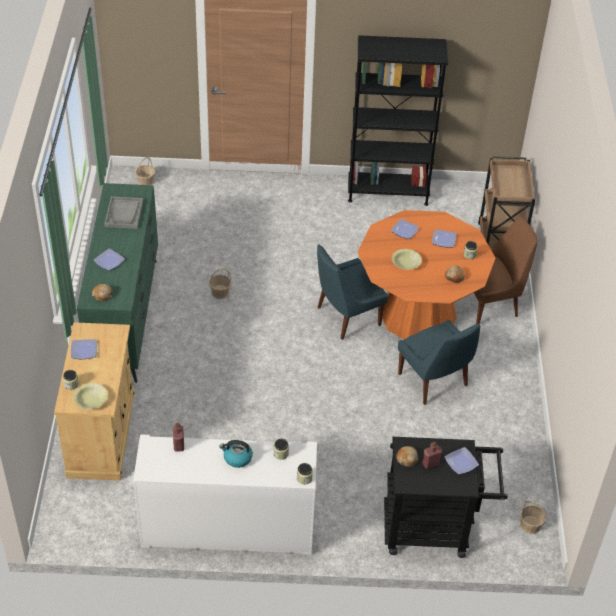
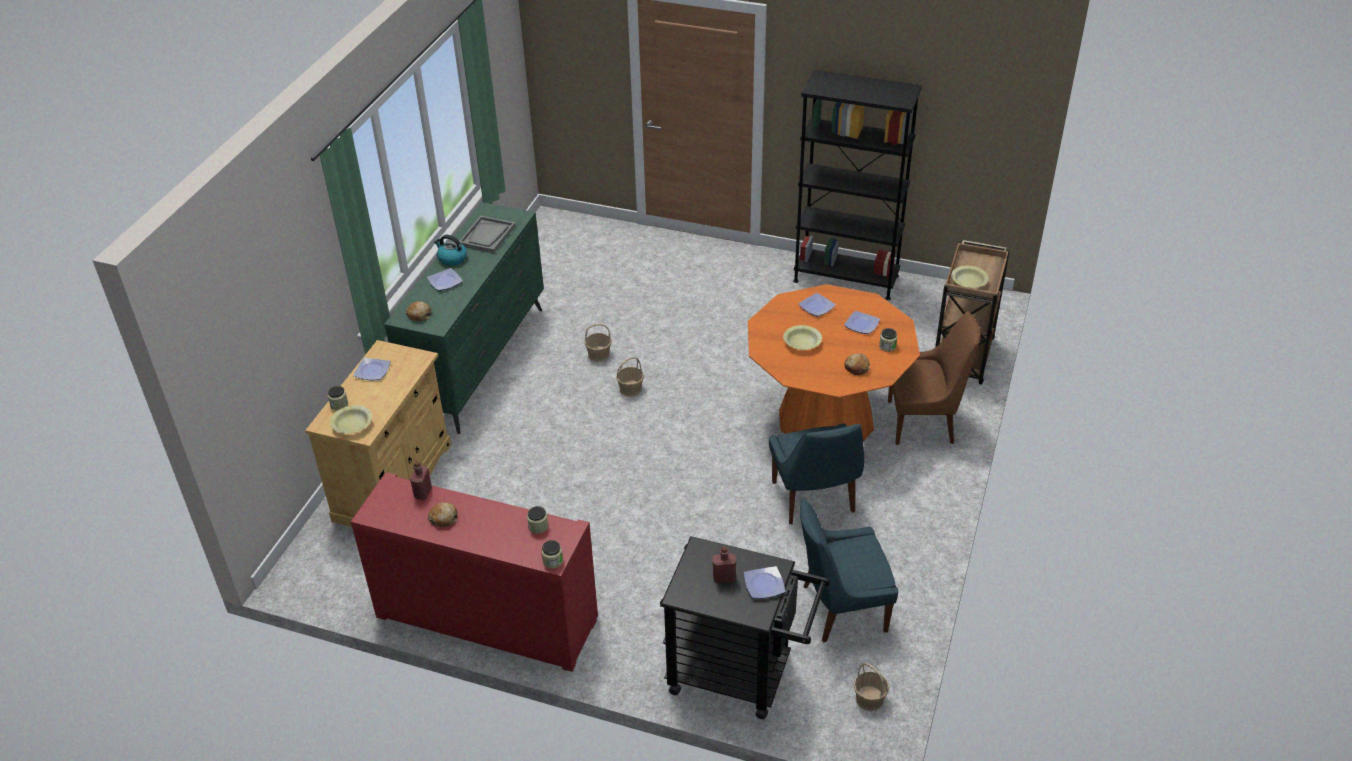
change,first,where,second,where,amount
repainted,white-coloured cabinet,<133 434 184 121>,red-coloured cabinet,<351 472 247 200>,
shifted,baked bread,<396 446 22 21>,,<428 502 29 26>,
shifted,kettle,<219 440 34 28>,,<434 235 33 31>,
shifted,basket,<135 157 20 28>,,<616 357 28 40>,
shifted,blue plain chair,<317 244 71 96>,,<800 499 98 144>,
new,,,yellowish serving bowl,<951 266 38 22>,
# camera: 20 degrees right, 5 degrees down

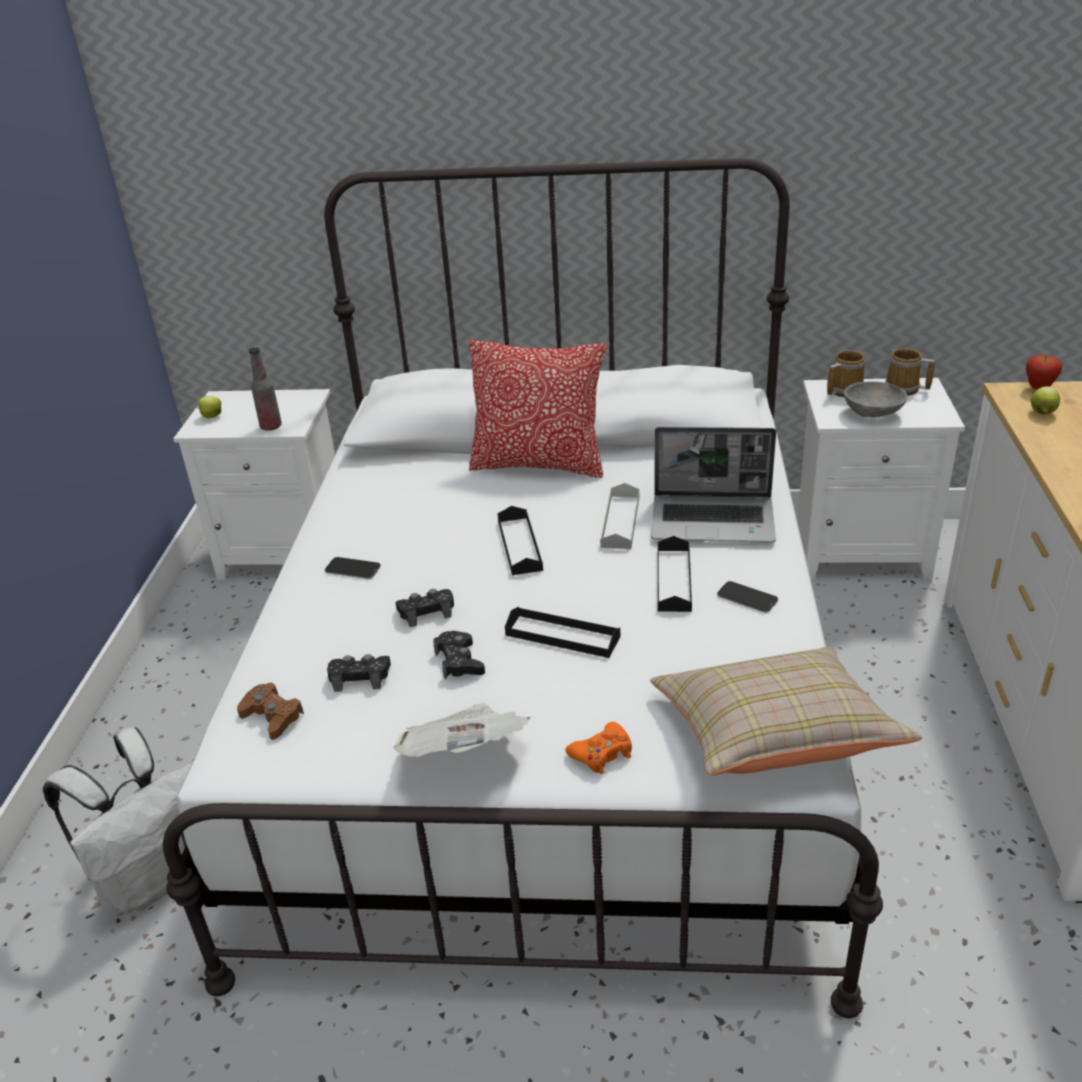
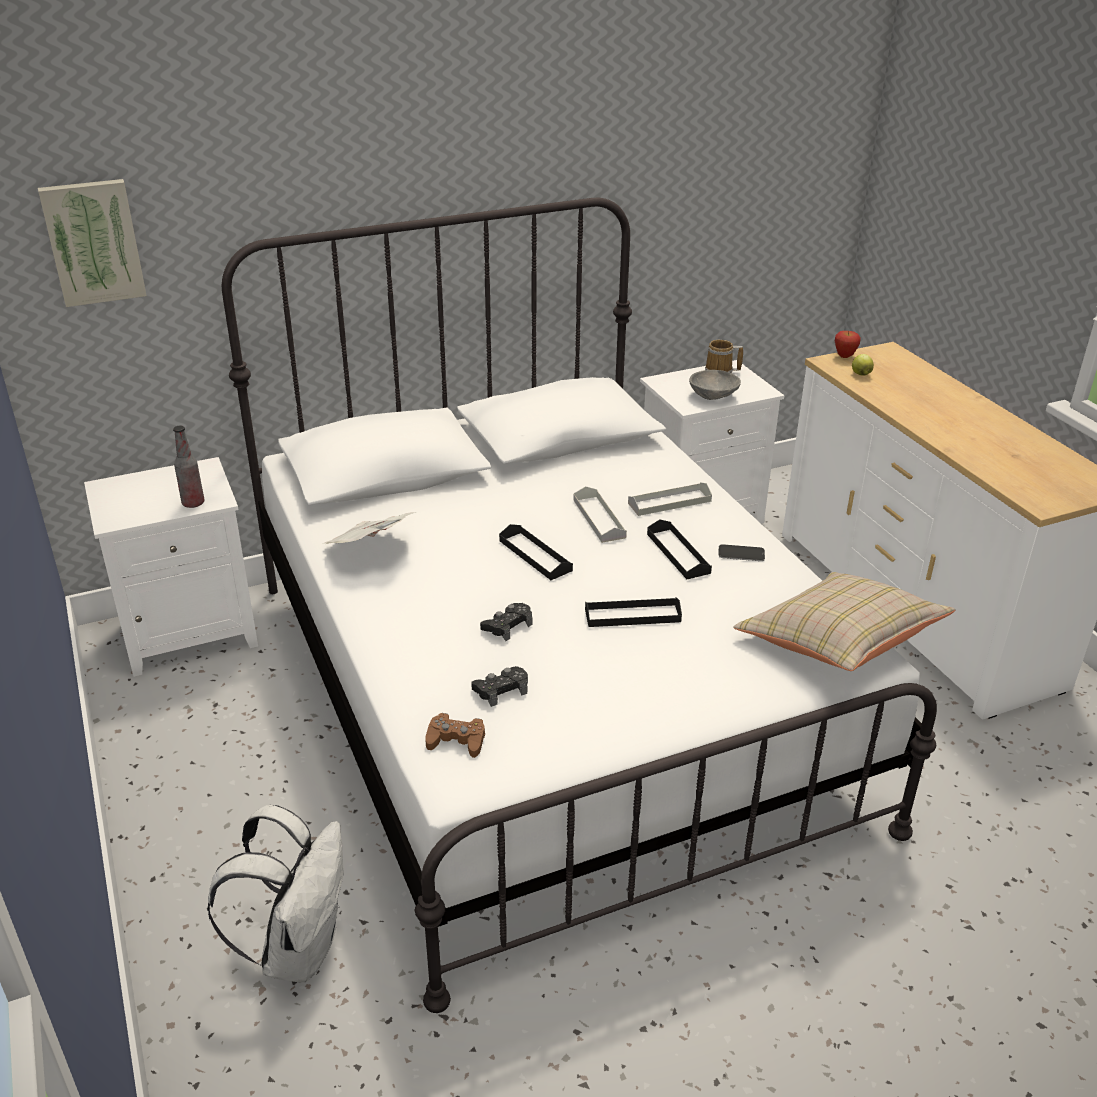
change,first,where,second,where,amount
new,,,wall art,<38 179 109 128>,
shifted,daily paper,<393 704 138 53>,,<325 512 91 32>,
swapped,portable computer,<651 427 125 116>,grey serving tray,<628 482 84 34>,
gone,whole apple,<197 396 24 22>,,,
gone,handset,<325 557 56 22>,,,
gone,black-coloured game controller,<433 631 52 49>,,,
gone,throw pillow,<469 340 138 138>,,,
gone,orange game controller,<565 722 67 52>,,,
gone,tea mug,<827 350 38 47>,,,
# camera: 30 degrees left, 0 degrees up

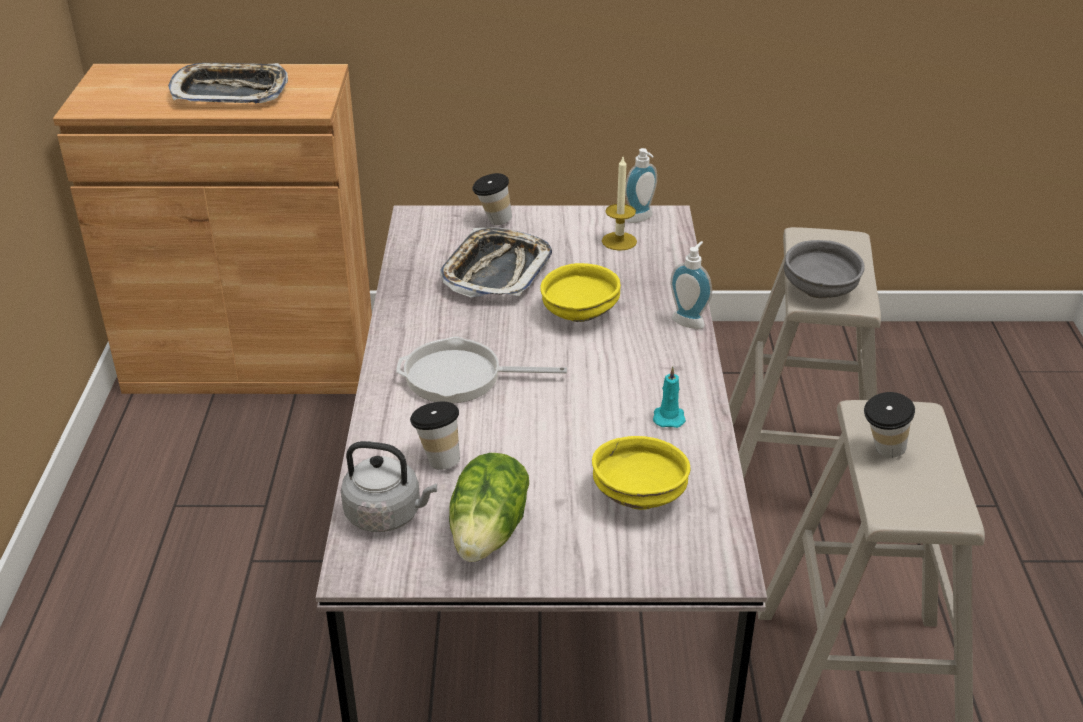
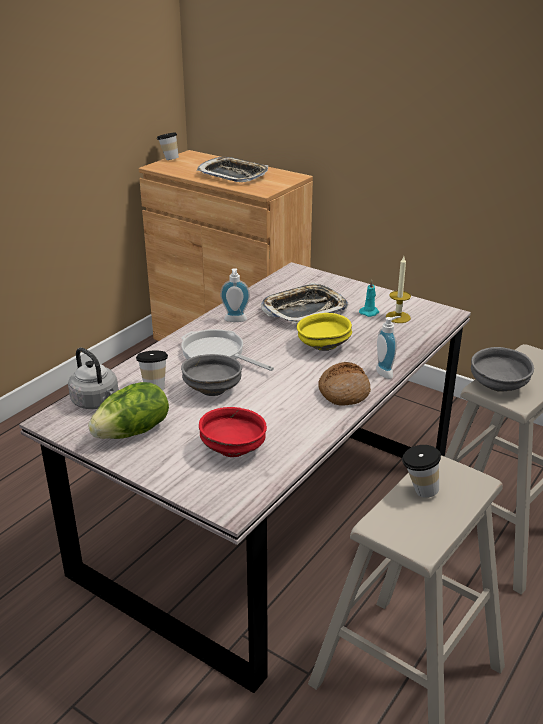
change,first,where,second,where,amount
shifted,drinking cup,<472 173 40 52>,,<157 132 22 28>,
new,,,grey serving bowl,<181 354 61 42>,
repainted,yellowish serving bowl,<592 436 98 74>,red-coloured serving bowl,<199 407 68 50>,
shifted,soap bottle,<625 148 32 75>,,<220 268 30 54>,
new,,,baked bread,<318 362 53 44>,
shifted,turquoise-coloured wax light,<653 367 33 61>,,<359 280 20 37>,
# camera: 35 degrees right, 5 degrees down

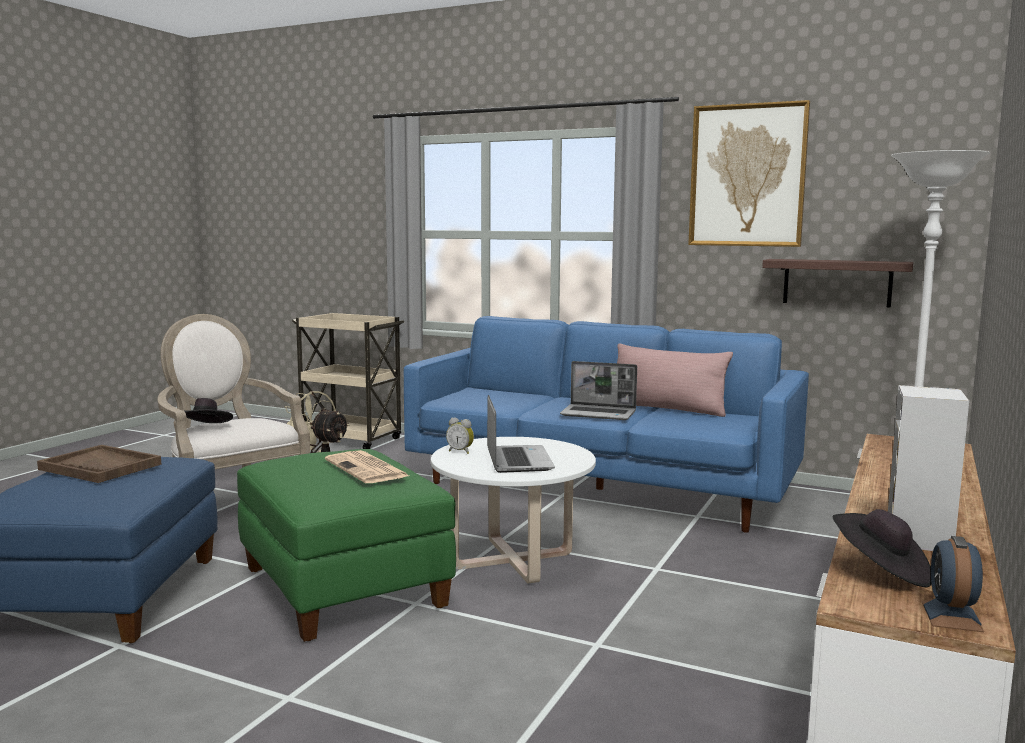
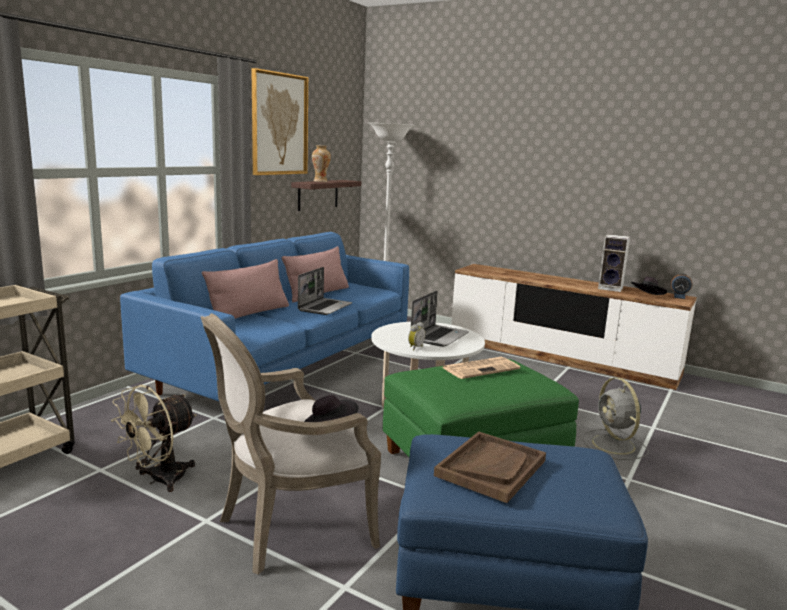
change,first,where,second,where,amount
new,,,pinkish throw pillow,<202 259 87 60>,
new,,,flower vase,<312 145 19 37>,
rotated,portable computer,<487 395 68 78>,,<411 291 58 56>,120 degrees clockwise
new,,,grey cooling fan,<582 378 66 82>,
# camera: 85 degrees left, 5 degrees up

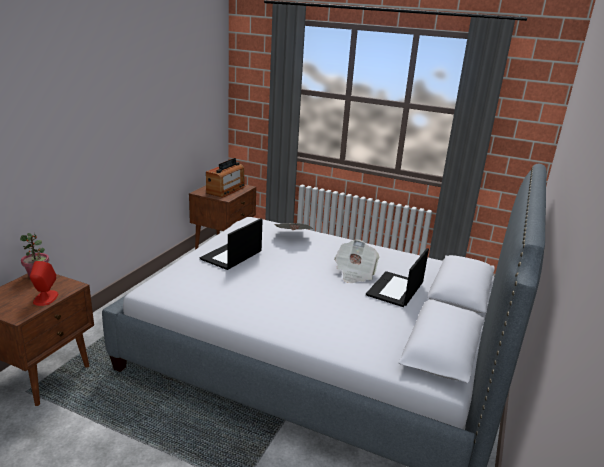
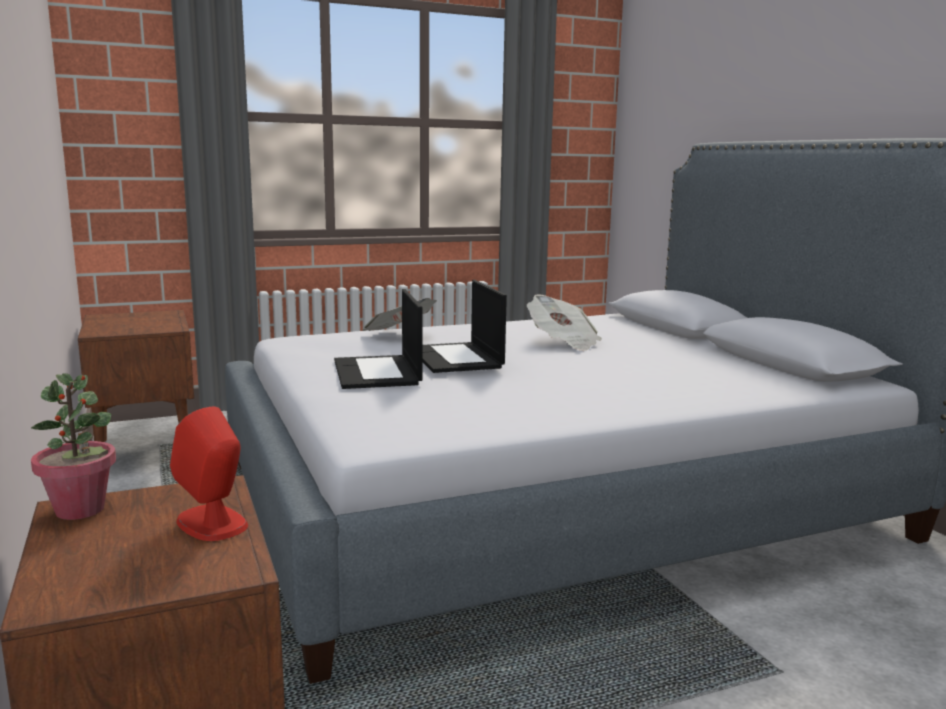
change,first,where,second,where,amount
shifted,portable computer,<366 248 63 59>,,<422 280 85 93>,
gone,radio set,<206 158 39 40>,,,
# camera: 45 degrees left, 10 degrees down

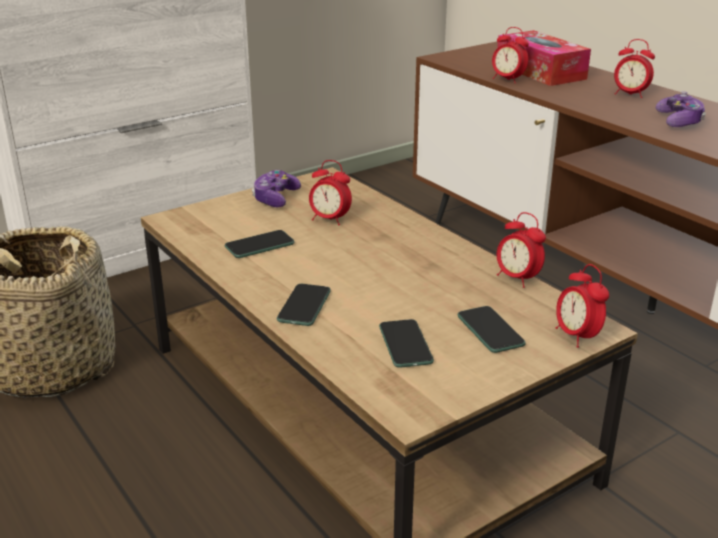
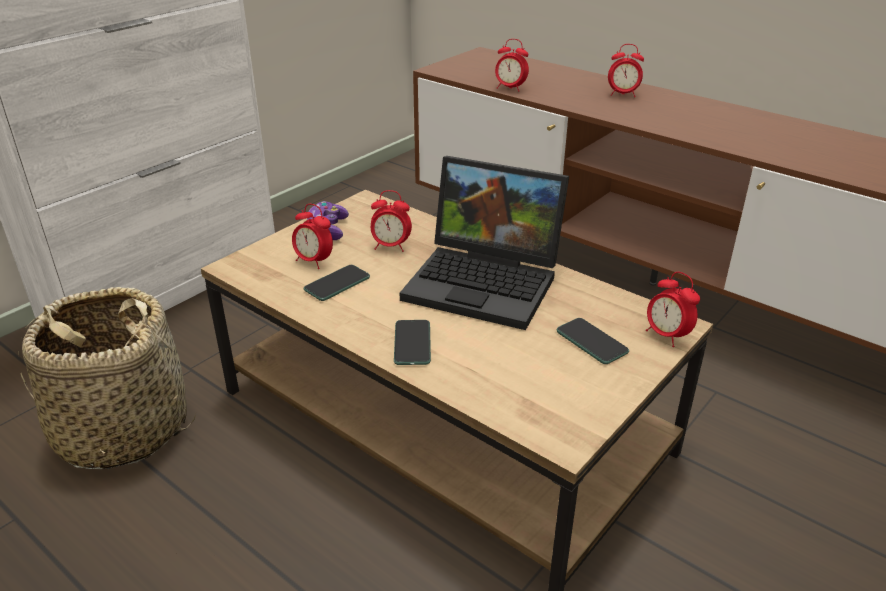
change,first,where,second,where,amount
shifted,table clock,<497 212 49 76>,,<292 204 41 65>,
new,,,portable computer,<400 156 169 174>,
gone,handset,<379 319 55 49>,,,
gone,tissue box,<497 30 94 56>,,,
gone,game controller,<656 91 50 36>,,,
# camera: 15 degrees left, 5 degrees up

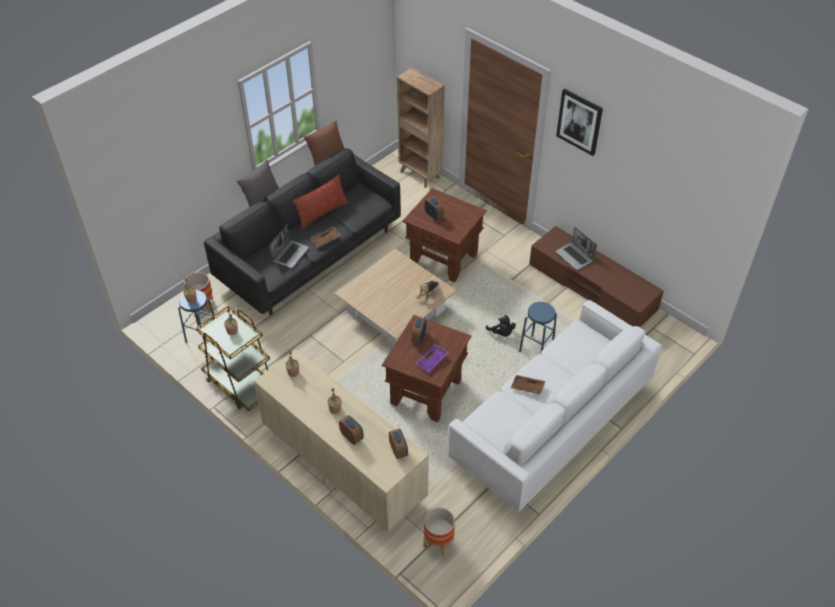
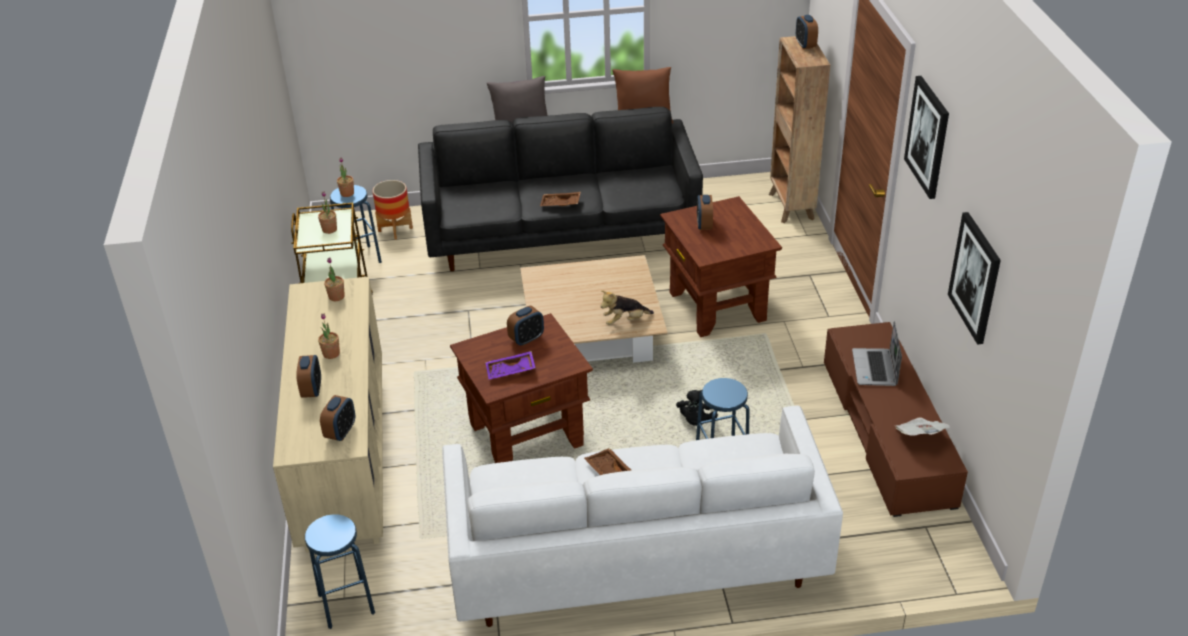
change,first,where,second,where,amount
swapped,flower pot,<424 508 31 49>,blue stool seat,<305 514 70 115>,
new,,,table clock,<796 15 22 34>,
new,,,daily paper,<896 417 54 19>,
new,,,wall art,<948 212 53 133>,
gone,portable computer,<269 224 40 44>,,,
gone,throw pillow,<293 174 56 55>,,,
# camera: 40 degrees right, 10 degrees down

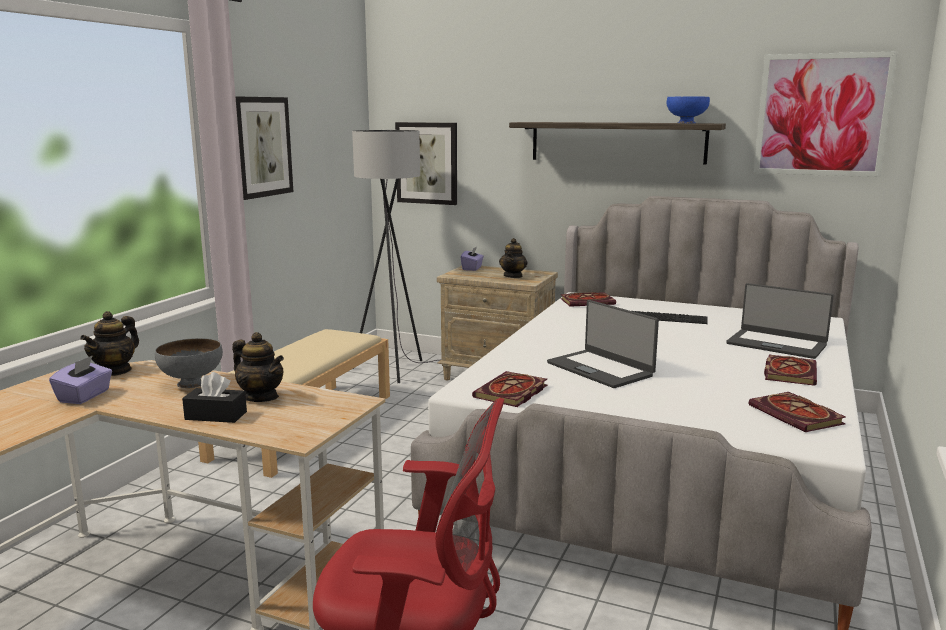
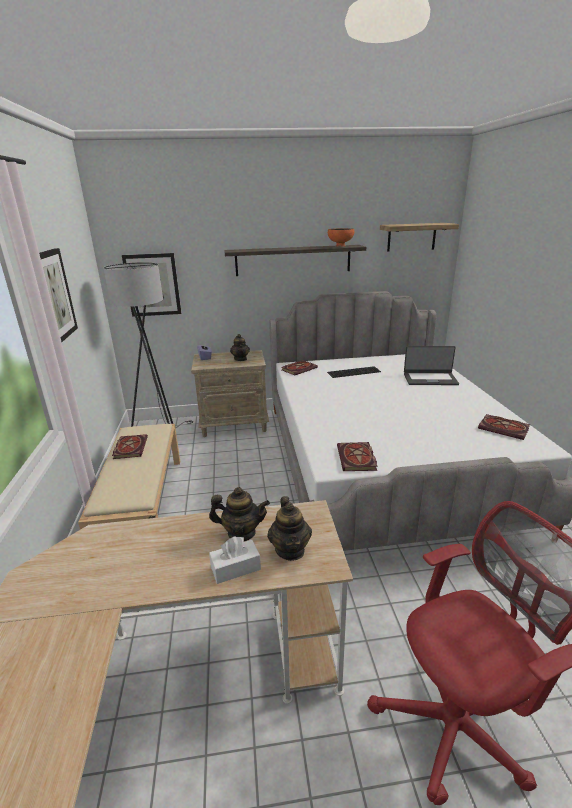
change,first,where,second,where,amount
shifted,bound book,<764 355 53 31>,,<112 434 36 25>,
repainted,black-coloured tissue box,<182 372 65 51>,white-coloured tissue box,<209 537 52 47>,
shifted,tea pot,<80 311 59 65>,,<267 496 45 65>,
repainted,blue serving bowl,<667 97 43 26>,orange serving bowl,<328 228 26 19>,
swapped,wall art,<754 51 143 126>,shelf,<380 223 79 28>,
gone,purple-coloured tissue box,<49 355 63 49>,,,
gone,grey serving bowl,<155 338 68 50>,,,
gone,portable computer,<547 300 112 88>,,,
# camera: 30 degrees left, 10 degrees up

